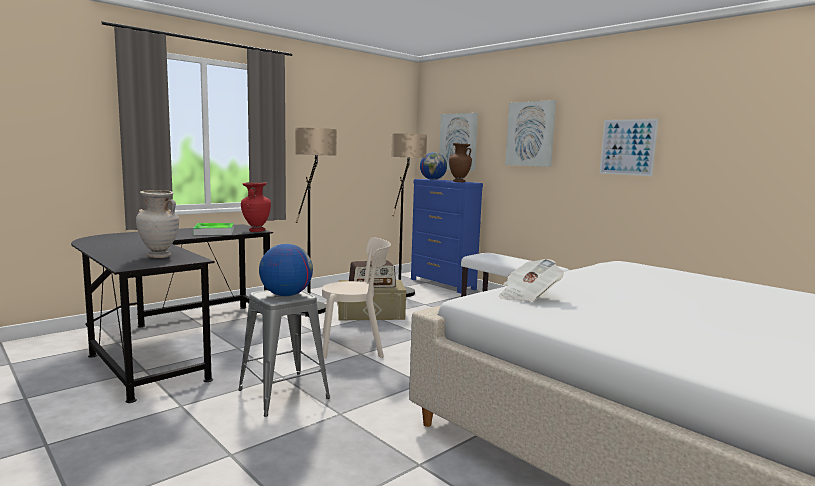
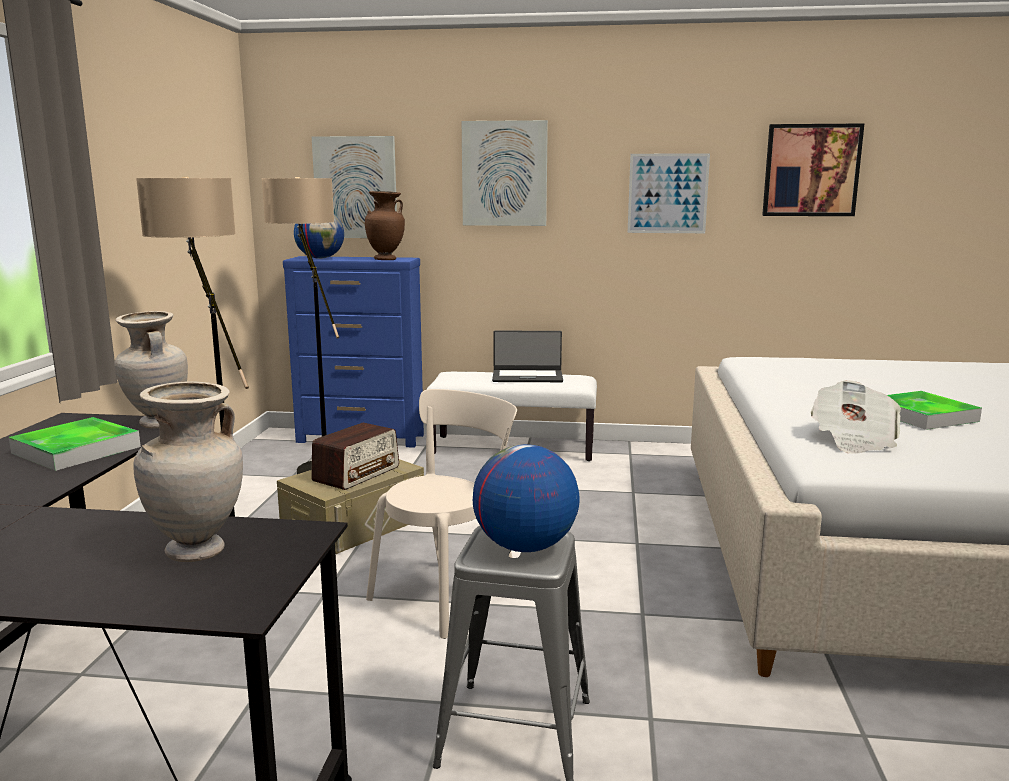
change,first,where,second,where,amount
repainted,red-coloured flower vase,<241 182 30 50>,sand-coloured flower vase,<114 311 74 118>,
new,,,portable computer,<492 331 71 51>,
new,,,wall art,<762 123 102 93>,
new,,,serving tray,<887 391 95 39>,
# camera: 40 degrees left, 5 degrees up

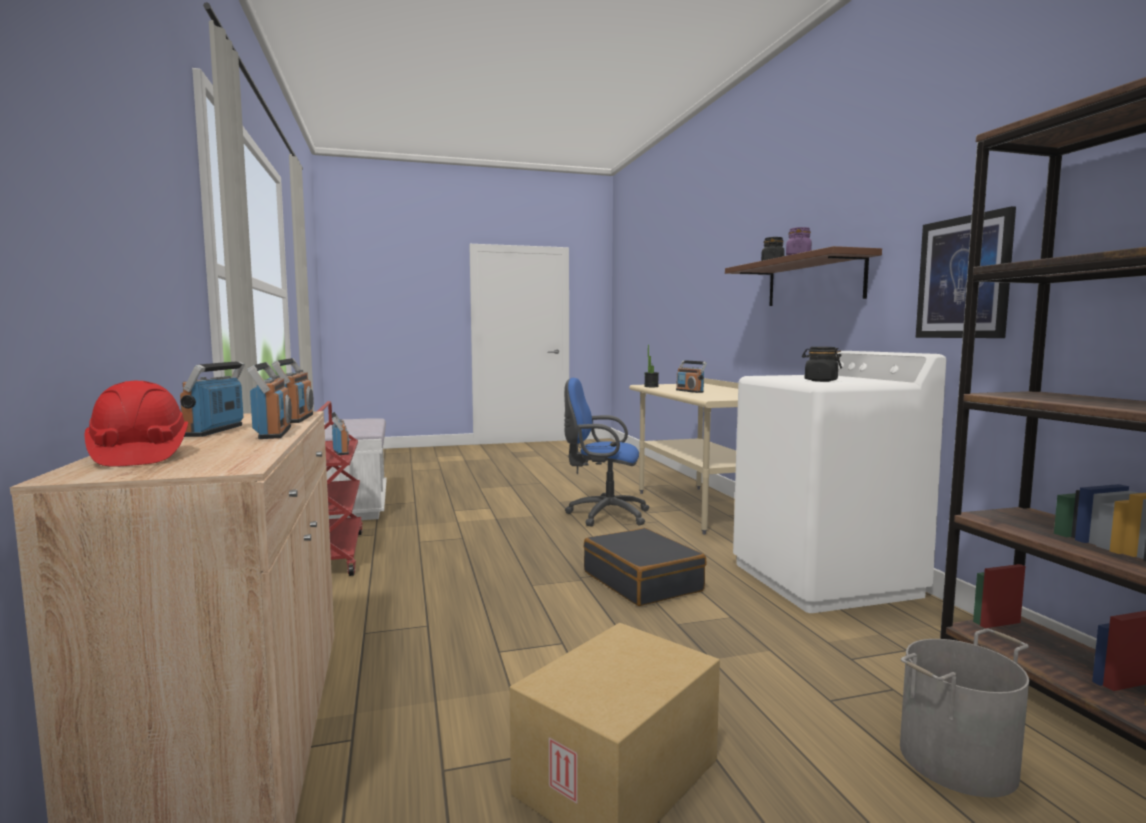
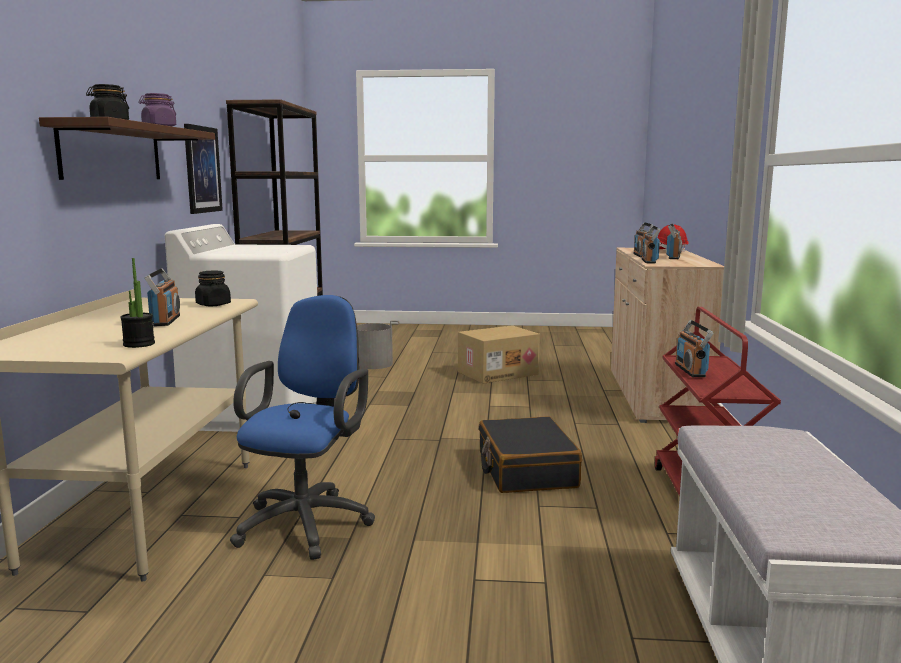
change,first,where,second,where,amount
shifted,black-coloured preserve jar,<802 347 40 35>,,<195 271 36 35>,
rotated,blue computer chair,<564 378 85 149>,,<230 295 145 265>,105 degrees counterclockwise
shifted,black-coloured piece of luggage,<584 528 123 78>,,<479 416 103 77>,
# camera: 160 degrees left, 5 degrees up

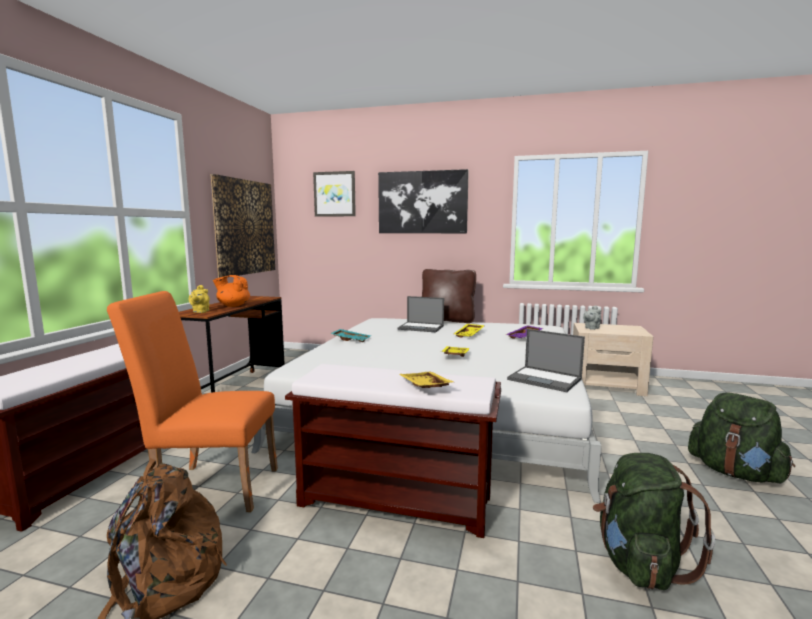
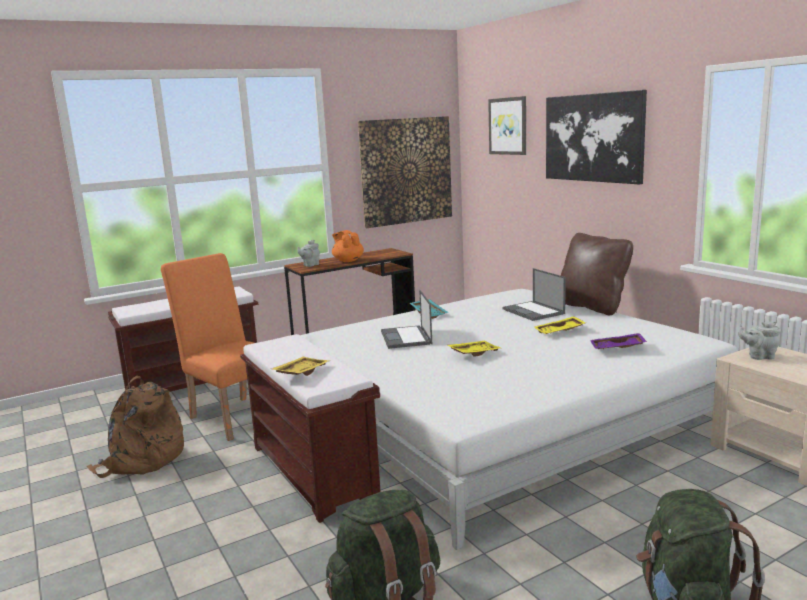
change,first,where,second,where,amount
repainted,yellowish tea pot,<189 285 20 28>,grey tea pot,<297 240 23 27>,
shifted,portable computer,<507 329 78 63>,,<381 290 51 59>,
# camera: 45 degrees right, 5 degrees up

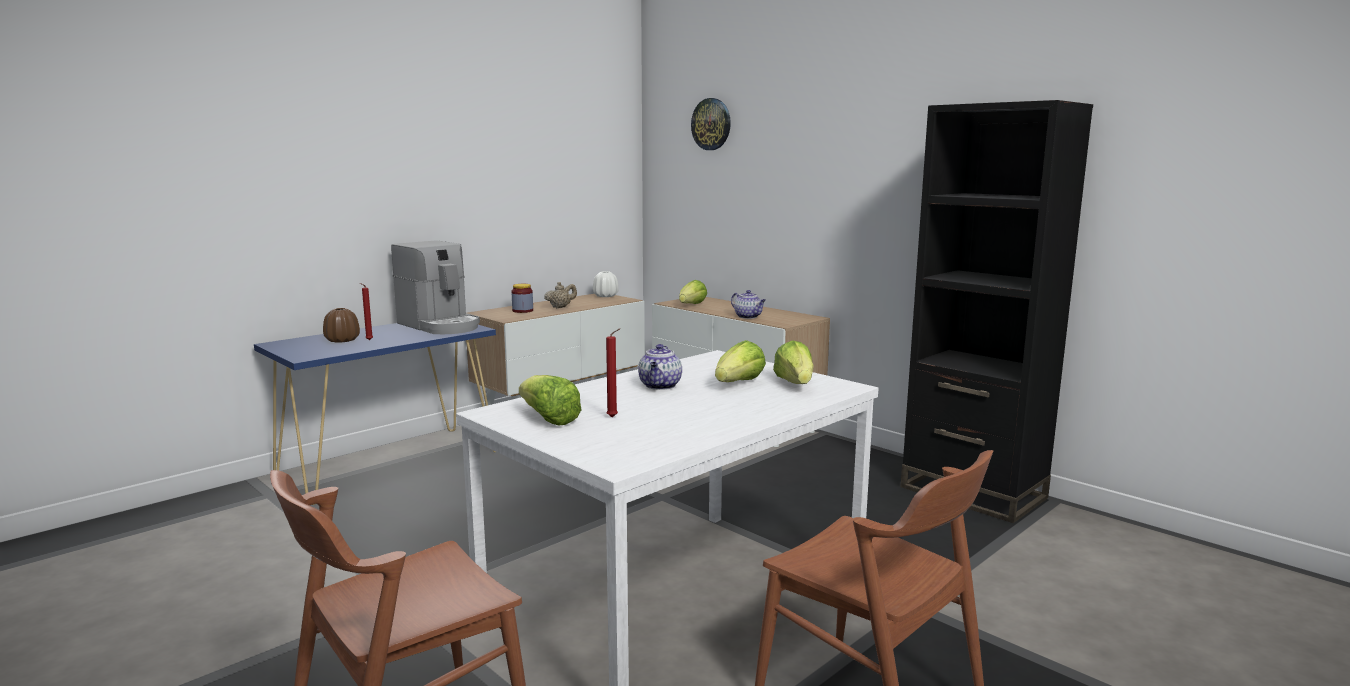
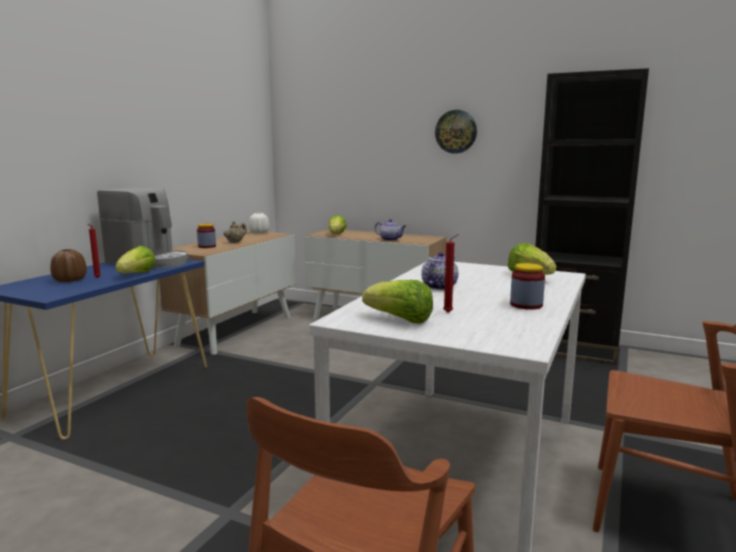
change,first,where,second,where,amount
shifted,lettuce head,<715 340 51 42>,,<115 246 41 27>,
rotated,tea pot,<638 344 44 46>,,<421 252 37 38>,135 degrees counterclockwise
shifted,wall clock,<691 98 40 52>,,<435 110 42 44>,
new,,,preserve jar,<510 263 35 47>,
# camera: 20 degrees left, 0 degrees up

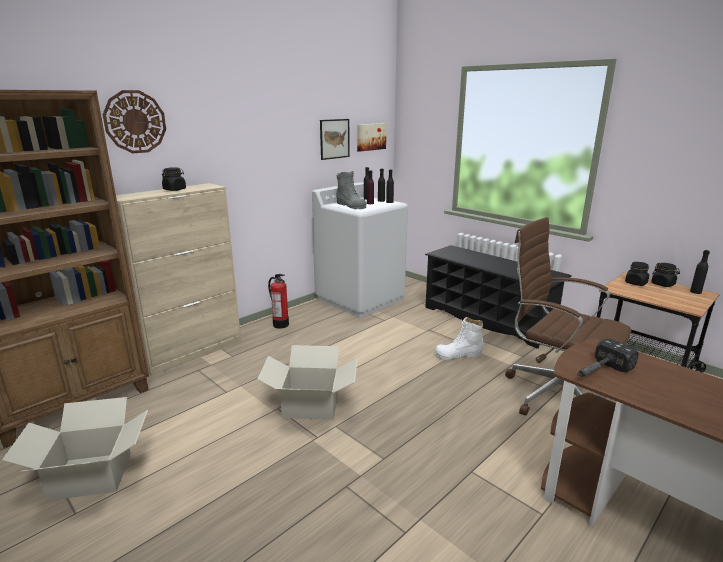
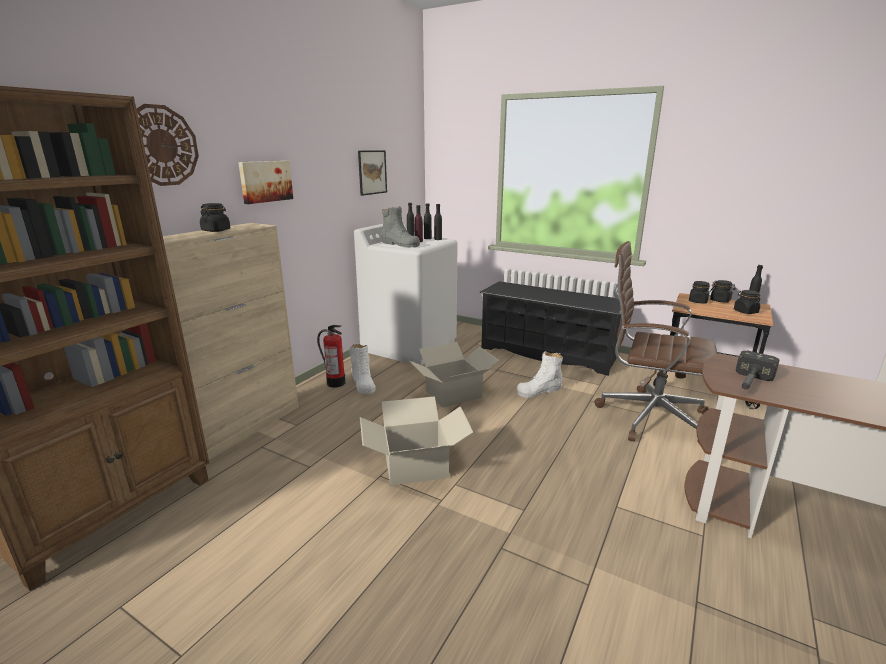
change,first,where,second,where,amount
shifted,wall art,<357 123 30 29>,,<238 161 55 43>,
new,,,white-coloured tall boot,<349 344 27 50>,
shifted,packing box,<2 397 146 104>,,<408 342 91 66>,
new,,,black-coloured preserve jar,<734 290 27 24>,
# camera: 15 degrees left, 0 degrees up

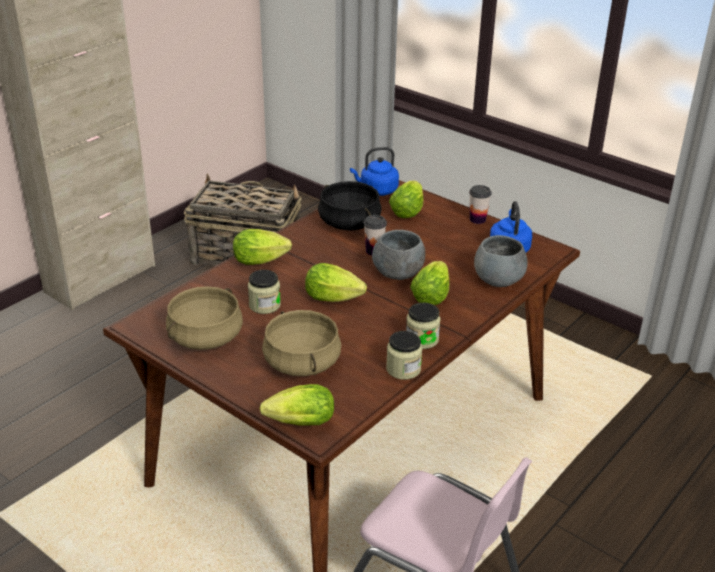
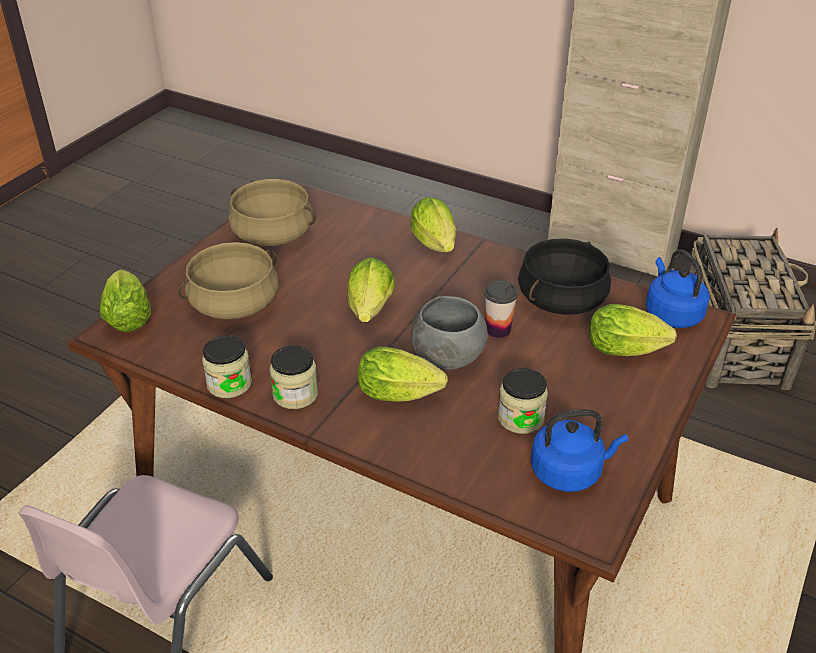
change,first,where,second,where,amount
shifted,preserve jar,<248 270 33 44>,,<498 368 50 66>,
gone,drinking cup,<469 185 22 39>,,,
gone,grey serving bowl,<474 235 54 52>,,,
# camera: 80 degrees right, 5 degrees up

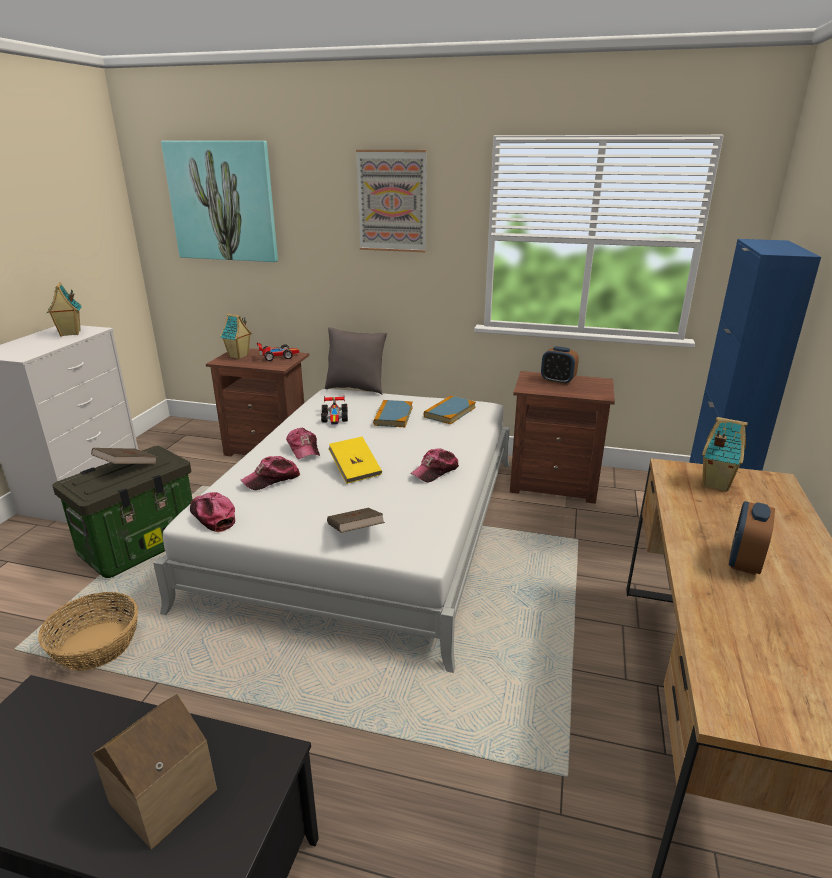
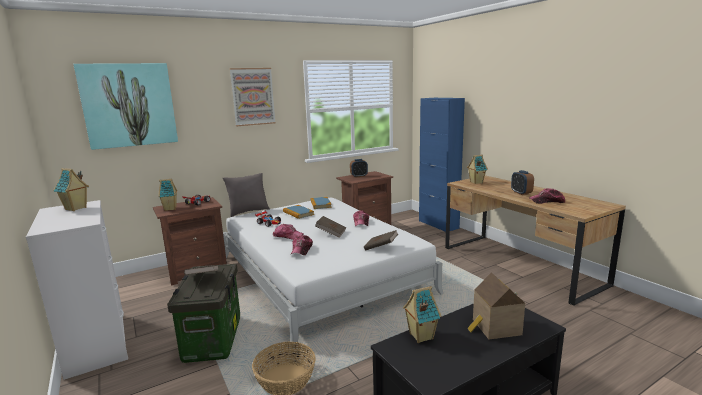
change,first,where,second,where,amount
repainted,yellowish bound book,<328 437 54 47>,brown bound book,<315 216 31 22>,
new,,,miniature house,<403 286 38 57>,
shifted,cap,<190 492 45 40>,,<529 188 37 16>,
# camera: 45 degrees left, 10 degrees down

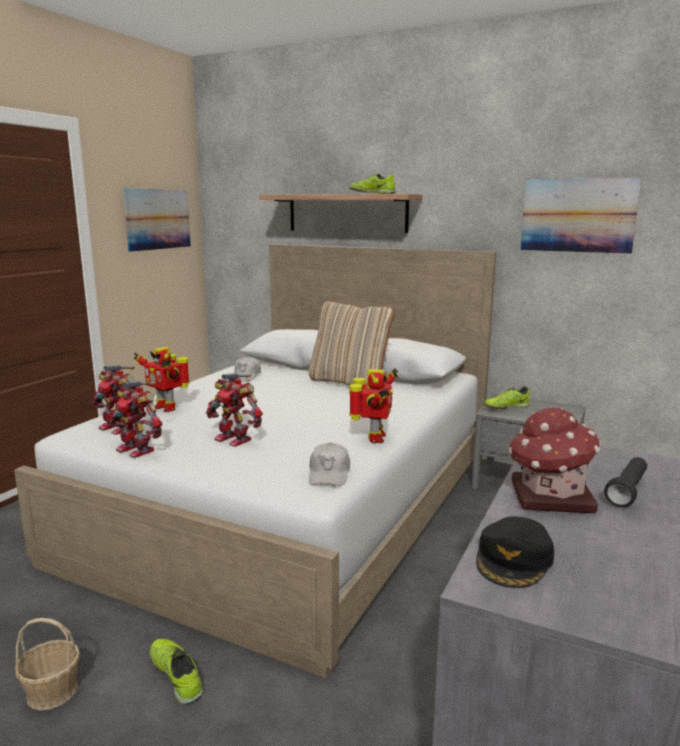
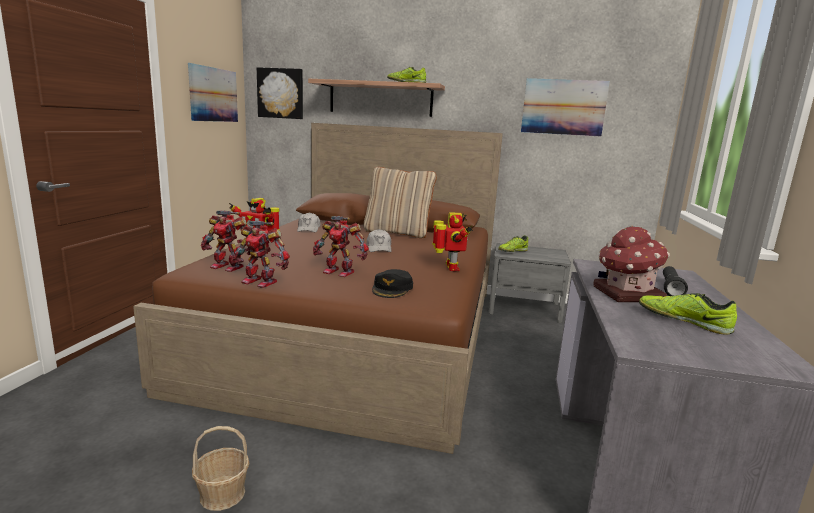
change,first,where,second,where,amount
repainted,white-coloured sleeping bed,<14 244 482 435>,brown sleeping bed,<133 123 370 331>,
new,,,wall art,<257 67 46 52>,
shifted,white-coloured cap,<309 442 41 44>,,<367 229 25 23>,
shifted,black-coloured cap,<476 516 79 72>,,<372 269 41 29>,
shifted,low shoe,<150 639 53 65>,,<639 293 98 42>,
# camera: 15 degrees left, 0 degrees up

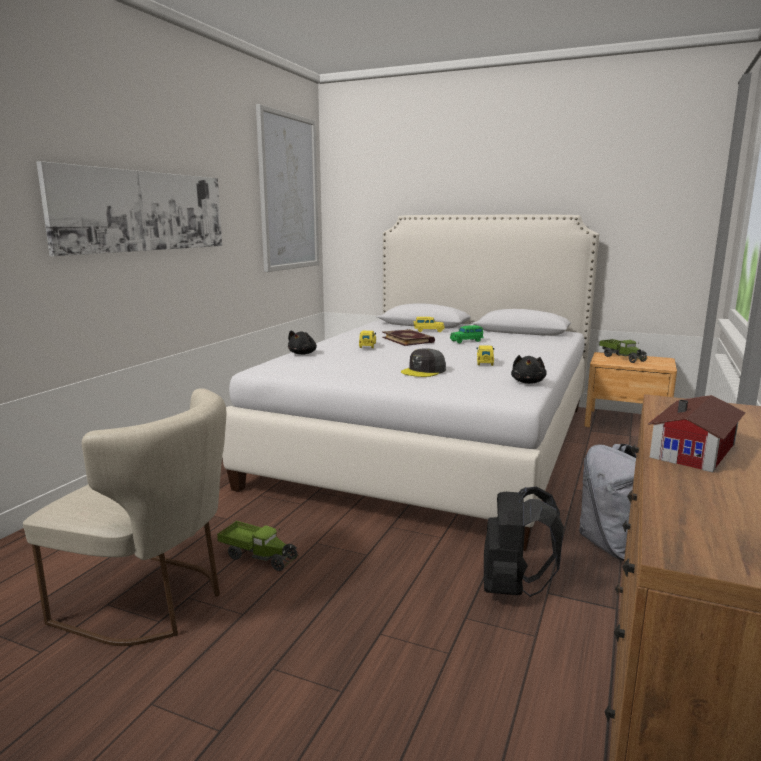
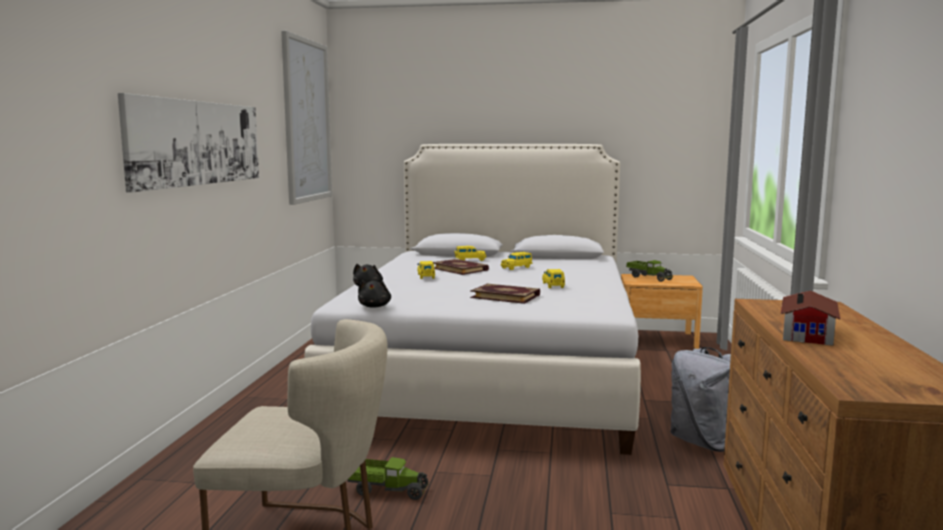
change,first,where,second,where,amount
shifted,black-coloured plush toy,<511 355 36 29>,,<358 280 33 28>,
swapped,grey cap,<401 348 45 29>,bound book,<470 284 70 20>,
repainted,green model car,<450 325 34 18>,yellowish model car,<501 252 31 18>,
gone,black-coloured knapsack,<484 487 80 110>,,,
# camera: 15 degrees left, 5 degrees down

